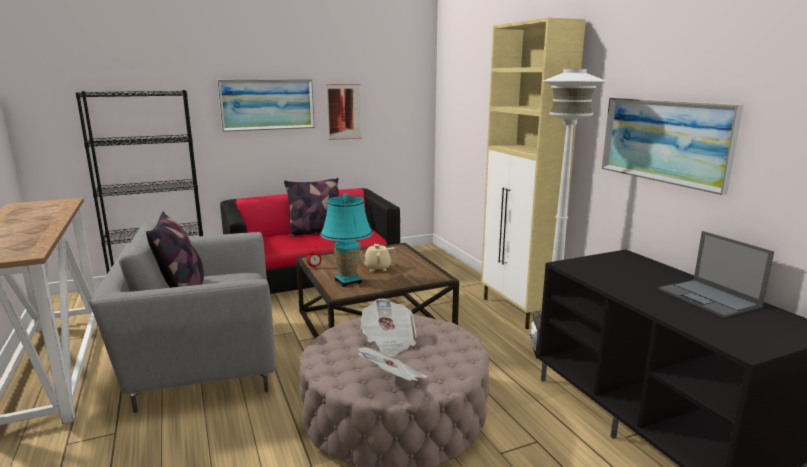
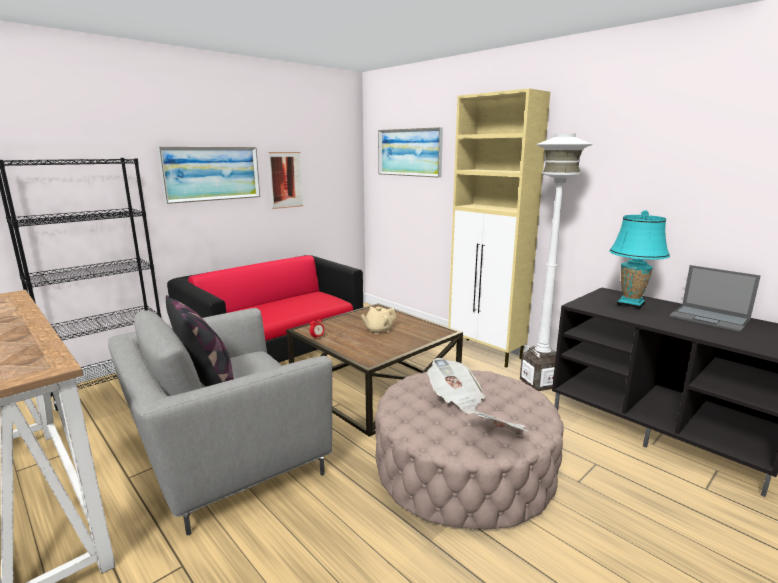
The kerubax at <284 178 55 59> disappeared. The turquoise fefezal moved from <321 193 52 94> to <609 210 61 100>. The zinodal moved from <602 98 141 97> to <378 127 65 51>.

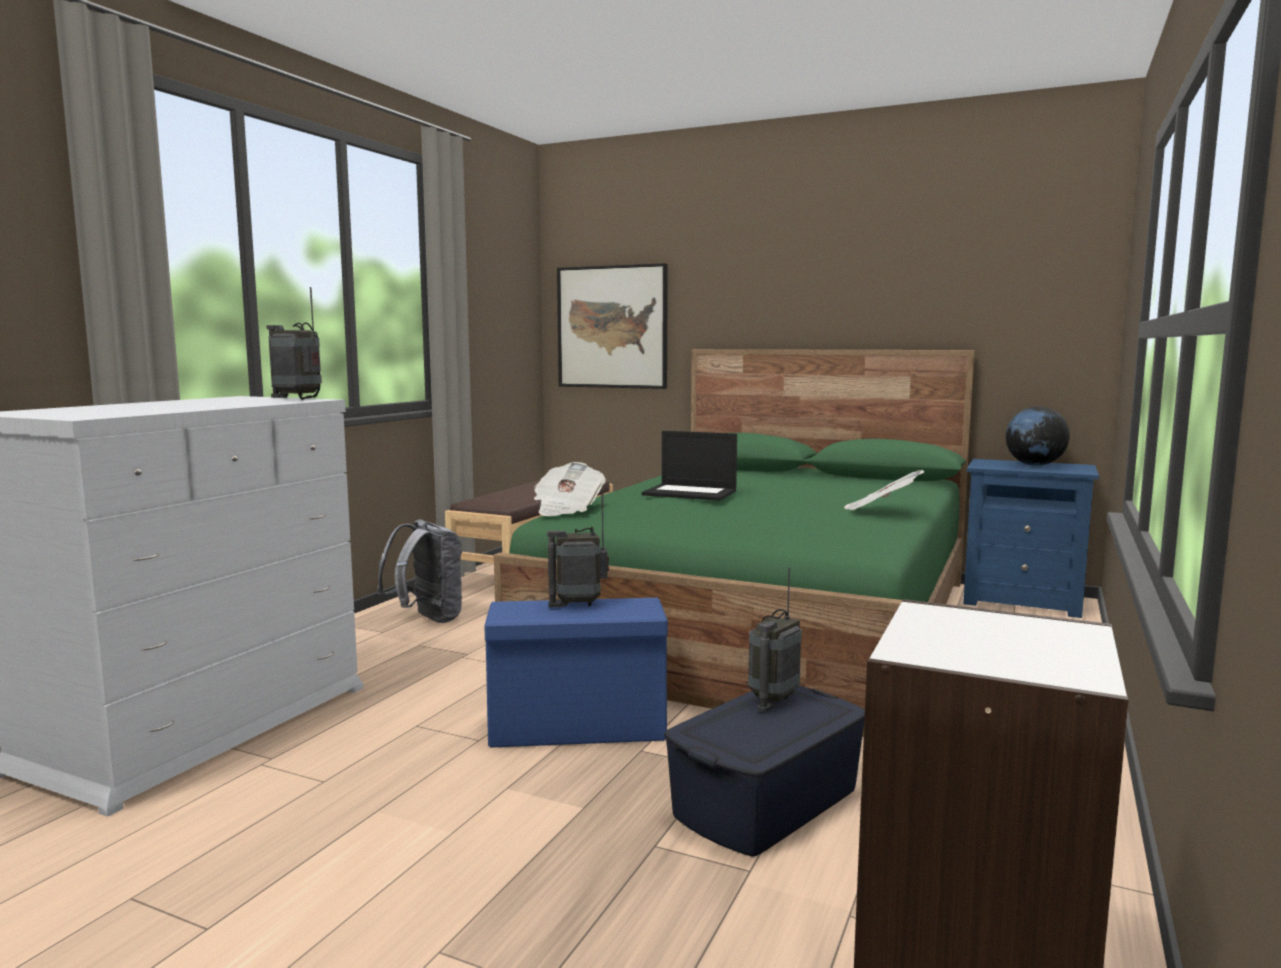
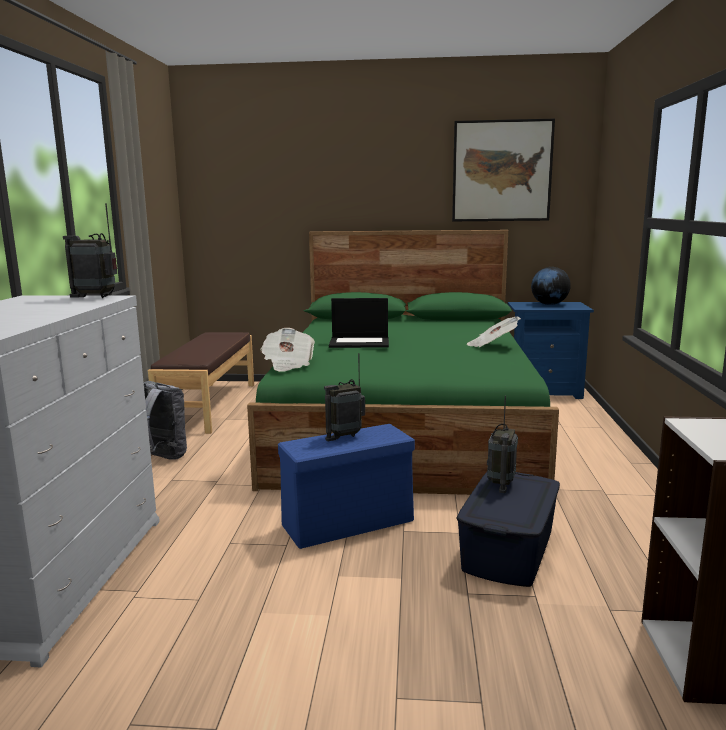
The zinodal moved from <557 263 111 126> to <452 119 103 102>.

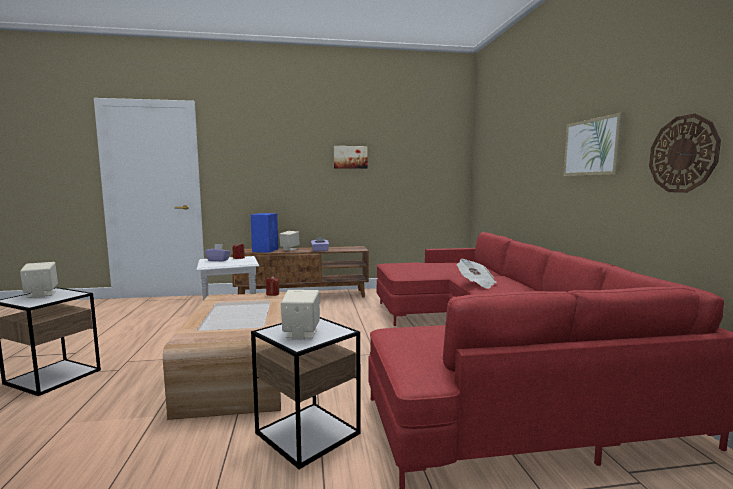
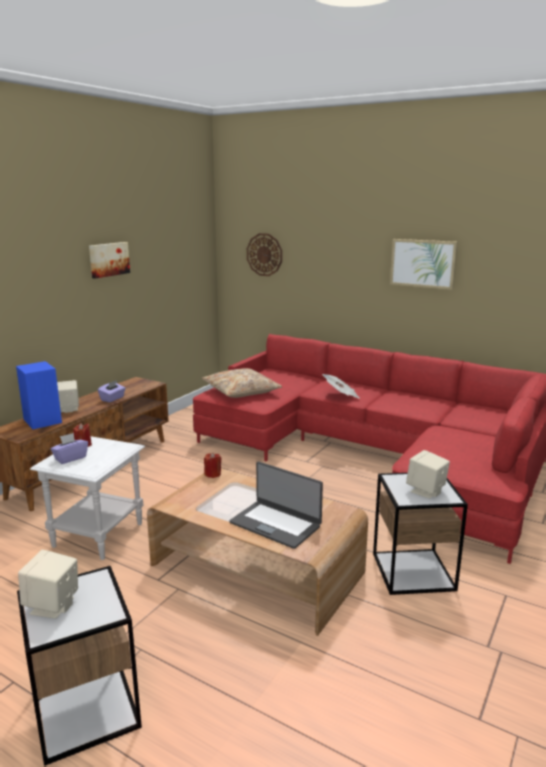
The beige kerubax at <202 368 81 30> appeared. The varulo at <229 461 94 88> appeared. The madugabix moved from <649 114 72 79> to <247 233 35 43>.

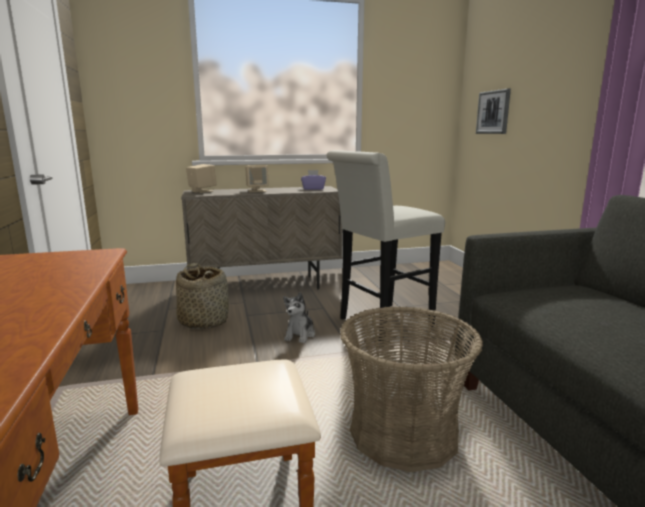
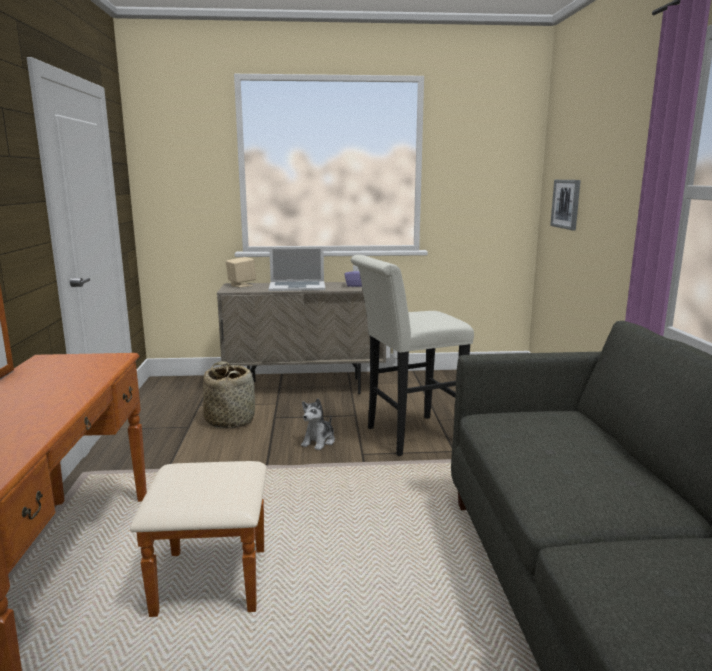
The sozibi at <340 306 143 166> disappeared. The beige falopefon at <245 165 24 27> was replaced by the varulo at <269 247 56 44>.

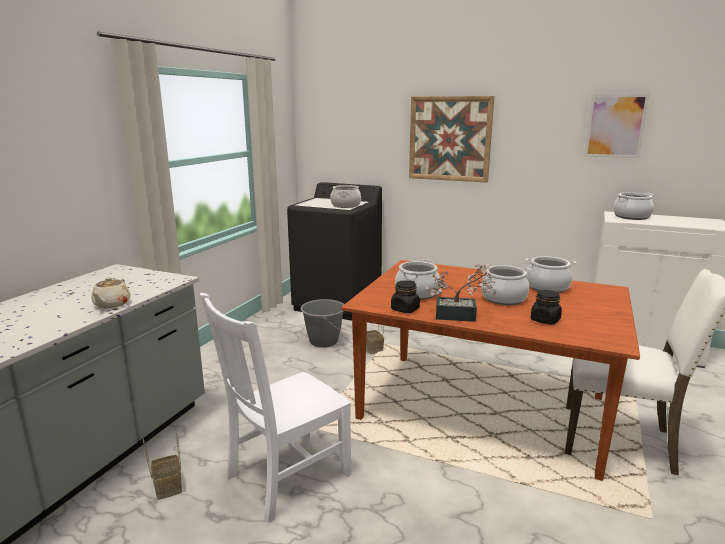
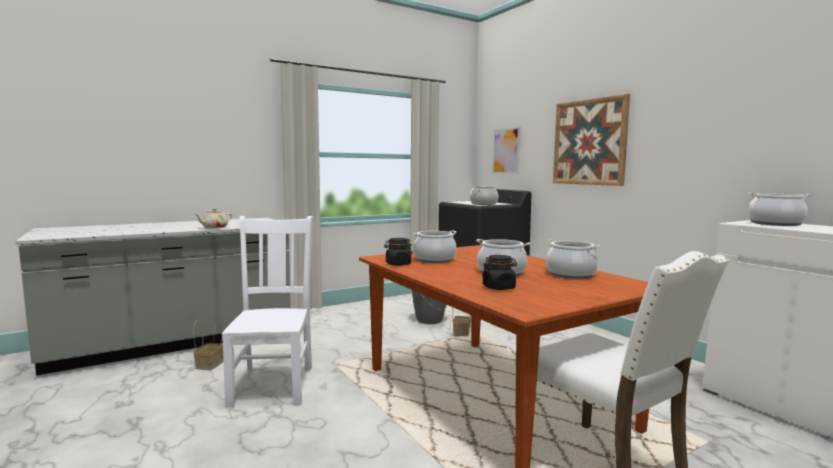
The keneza at <425 264 71 58> disappeared. The zinodal moved from <584 94 65 64> to <492 127 28 47>. The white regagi at <200 293 152 229> turned 90 degrees clockwise.

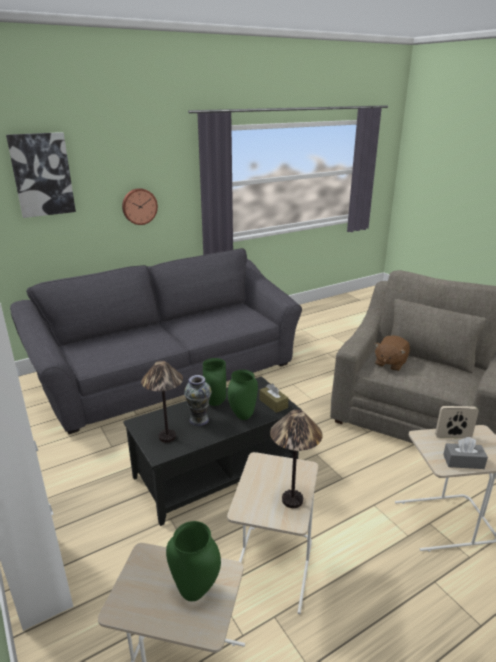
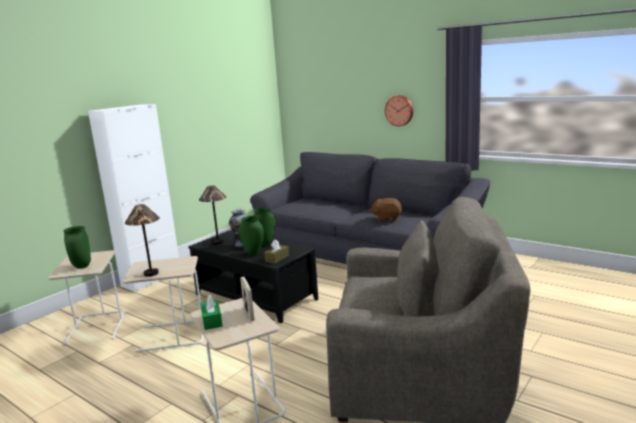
The zinodal at <6 132 70 86> disappeared. The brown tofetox moved from <375 336 35 35> to <370 198 33 24>. The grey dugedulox at <443 437 45 32> became the green dugedulox at <200 295 22 35>.

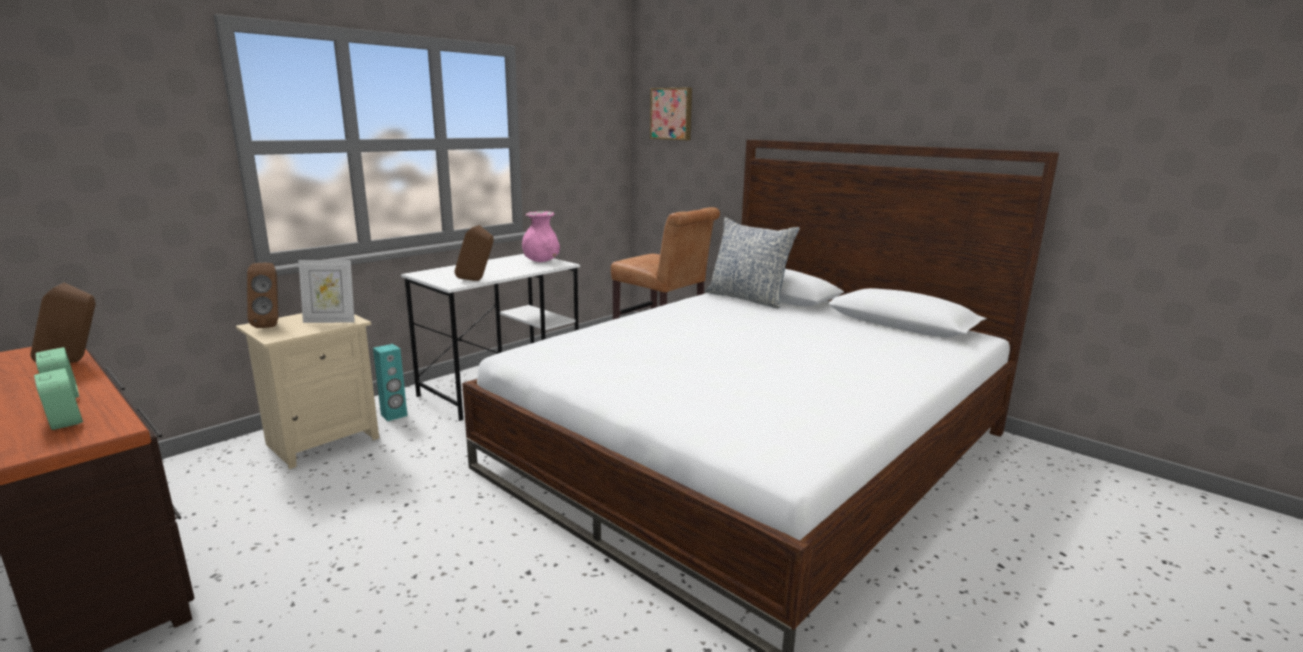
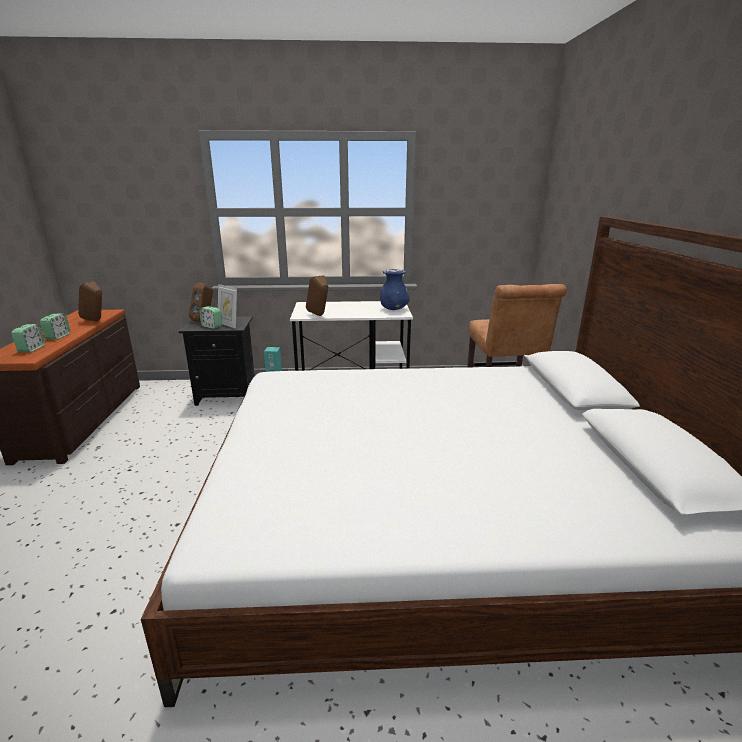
The zinodal at <650 87 42 53> disappeared. The kerubax at <705 217 95 92> disappeared. The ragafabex at <199 306 23 23> appeared. The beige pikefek at <236 313 143 156> became the black pikefek at <179 316 76 90>. The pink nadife at <522 211 38 51> became the blue nadife at <380 269 30 41>.

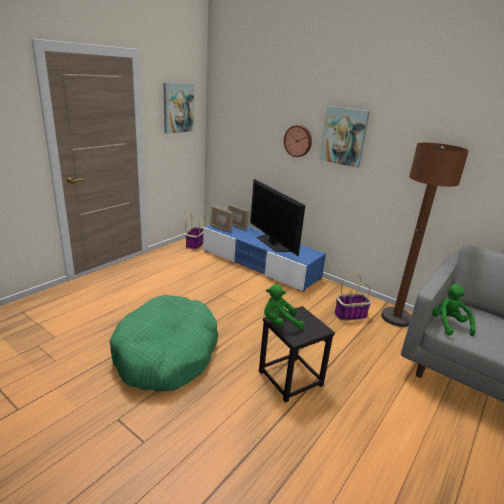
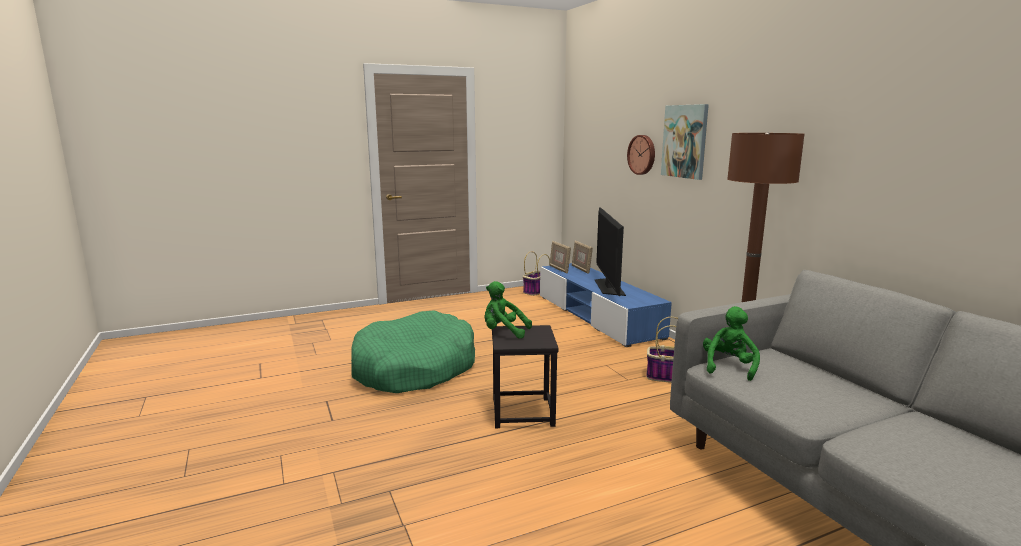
The zinodal at <163 83 31 51> disappeared.

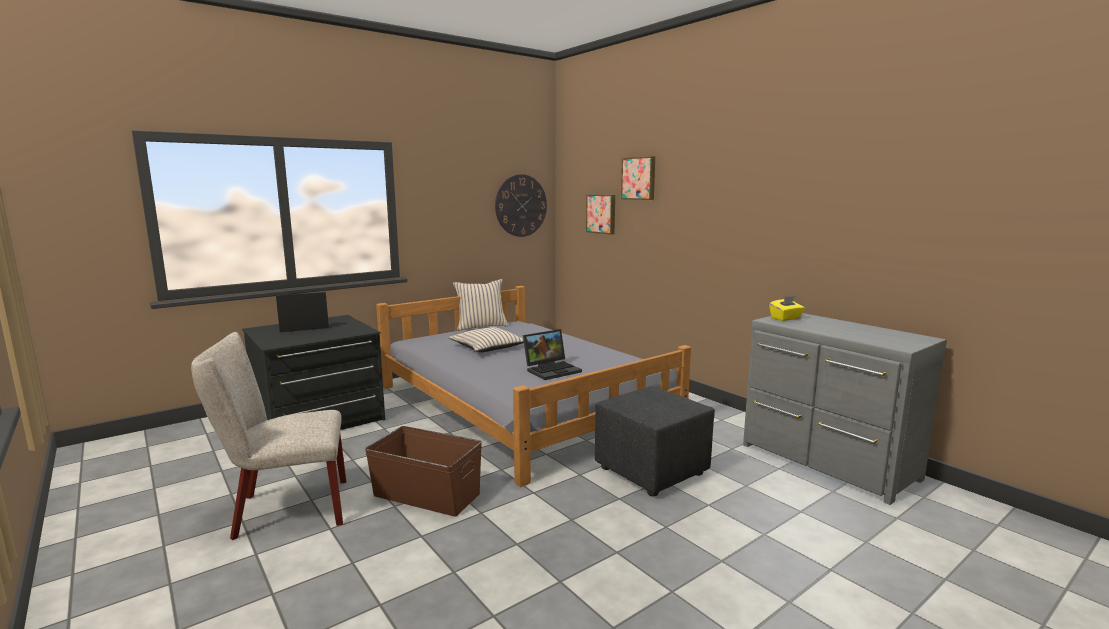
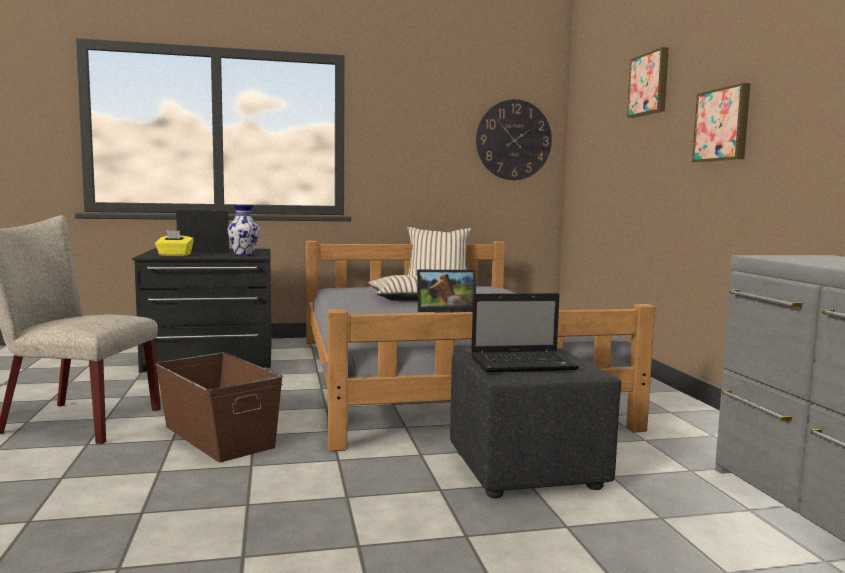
The nadife at <227 205 33 51> appeared. The varulo at <471 293 108 79> appeared. The zinodal moved from <586 194 29 41> to <692 83 58 80>. The yellow dugedulox moved from <769 296 36 25> to <155 230 39 26>.

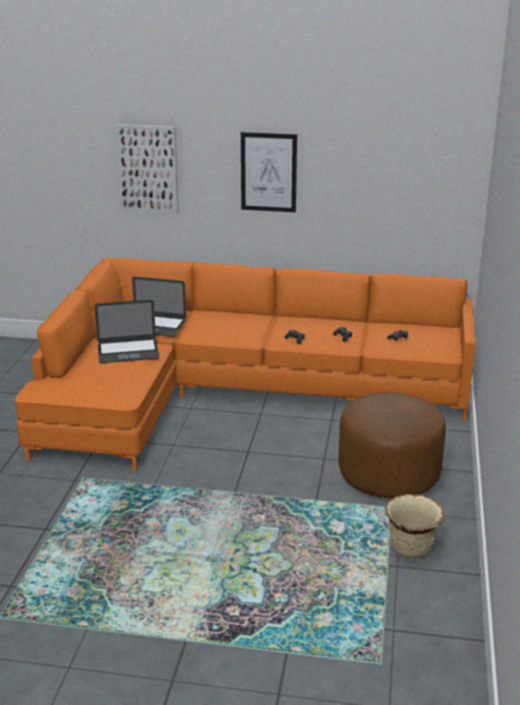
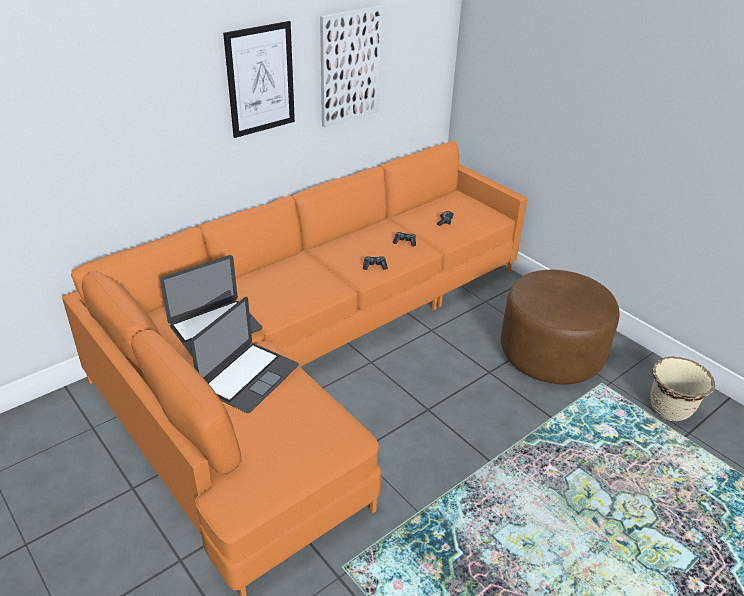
The zinodal moved from <116 124 63 90> to <320 6 62 122>.

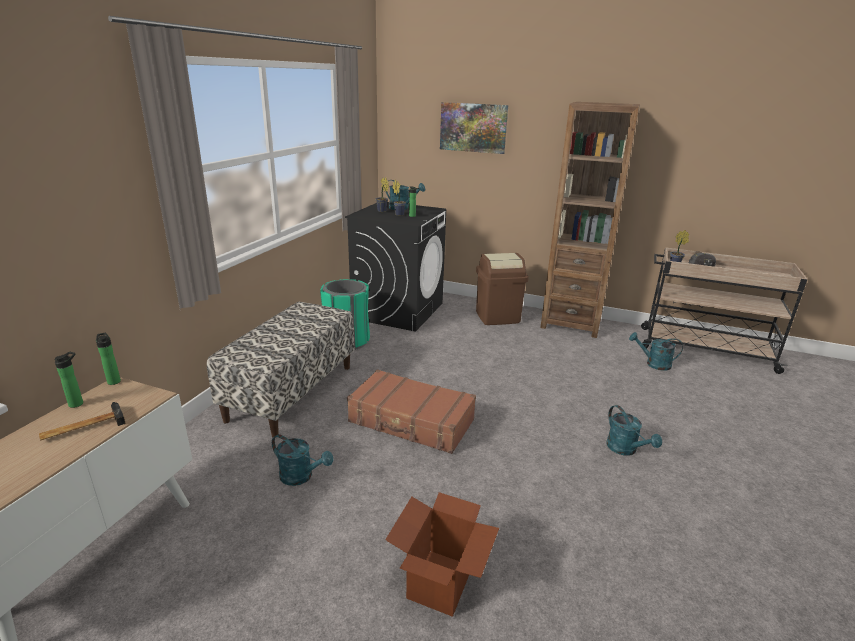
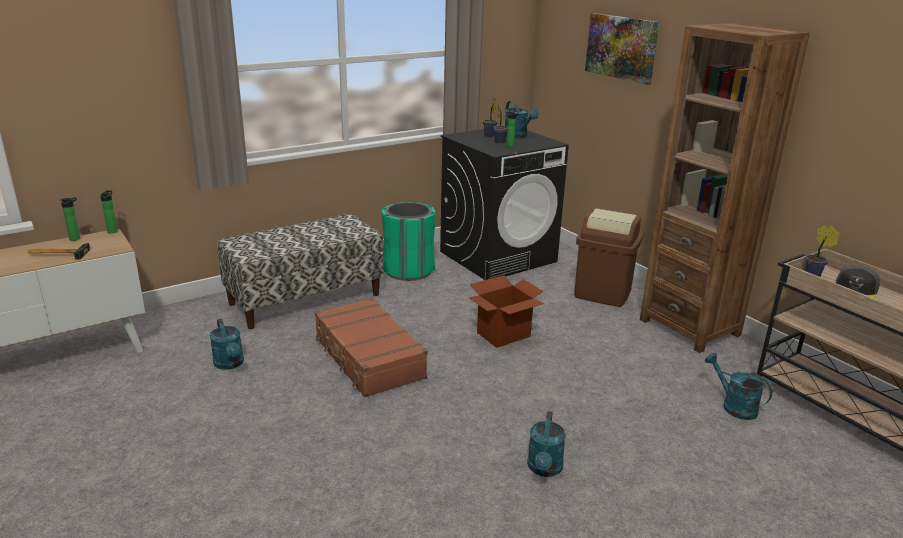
The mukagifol moved from <385 492 114 125> to <468 275 76 73>.

